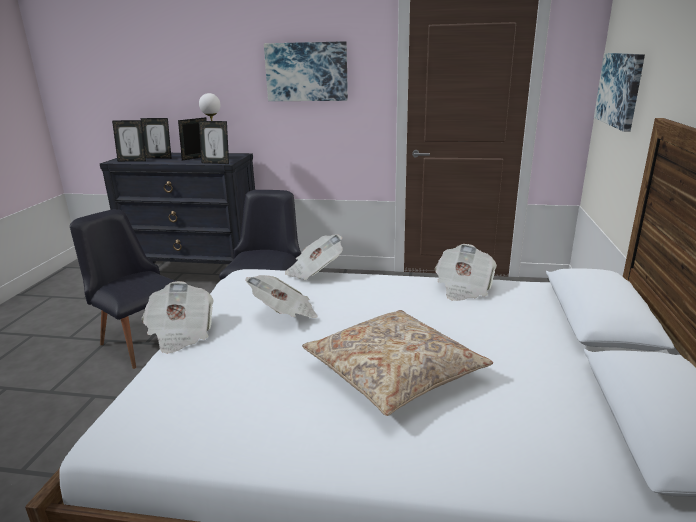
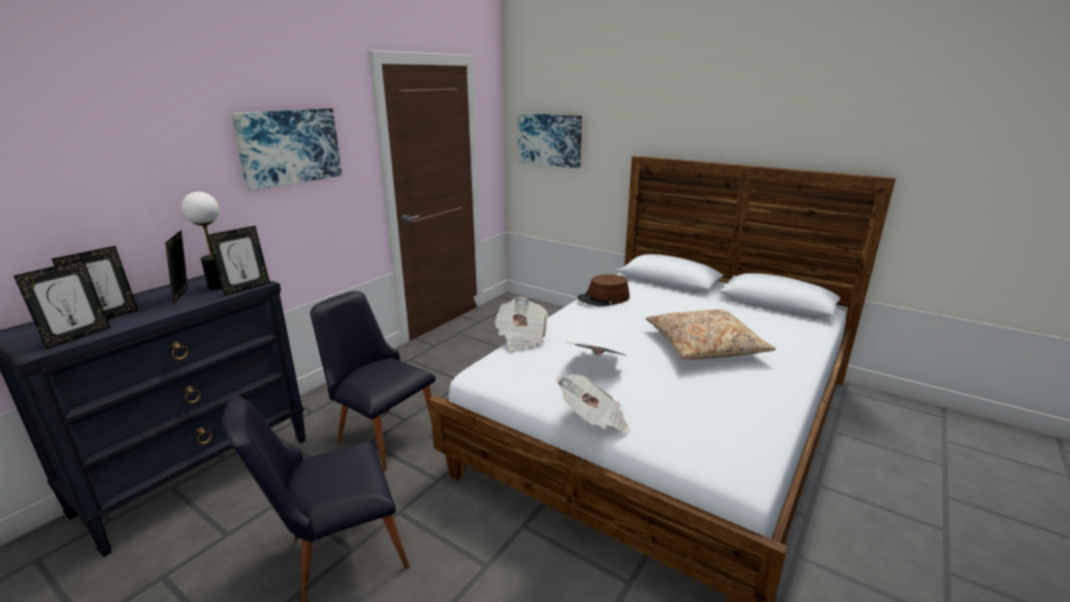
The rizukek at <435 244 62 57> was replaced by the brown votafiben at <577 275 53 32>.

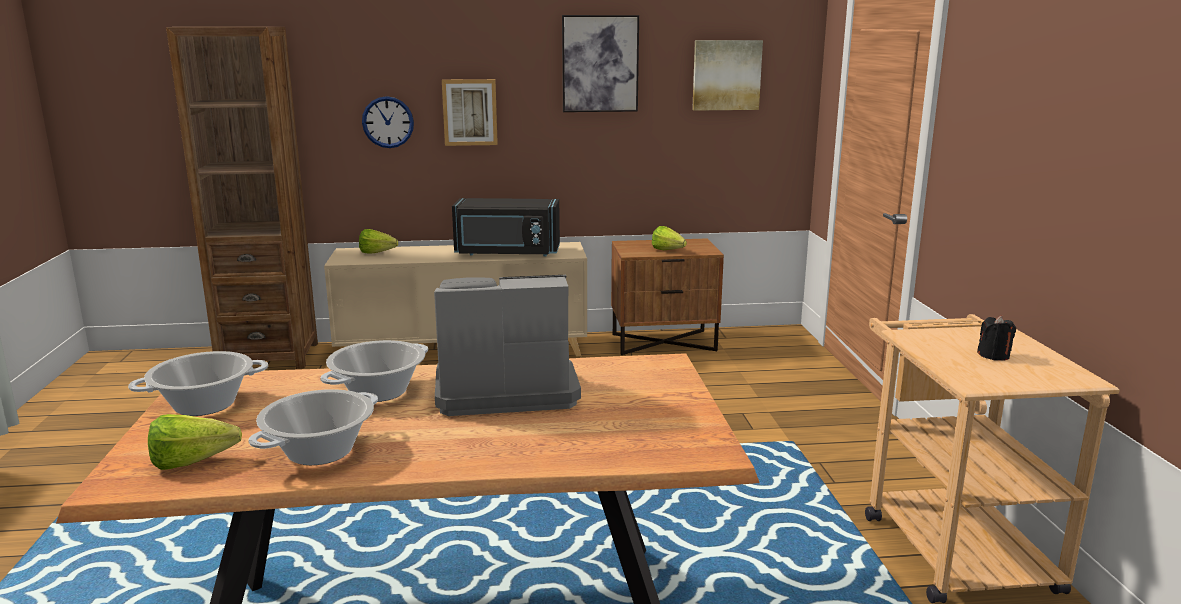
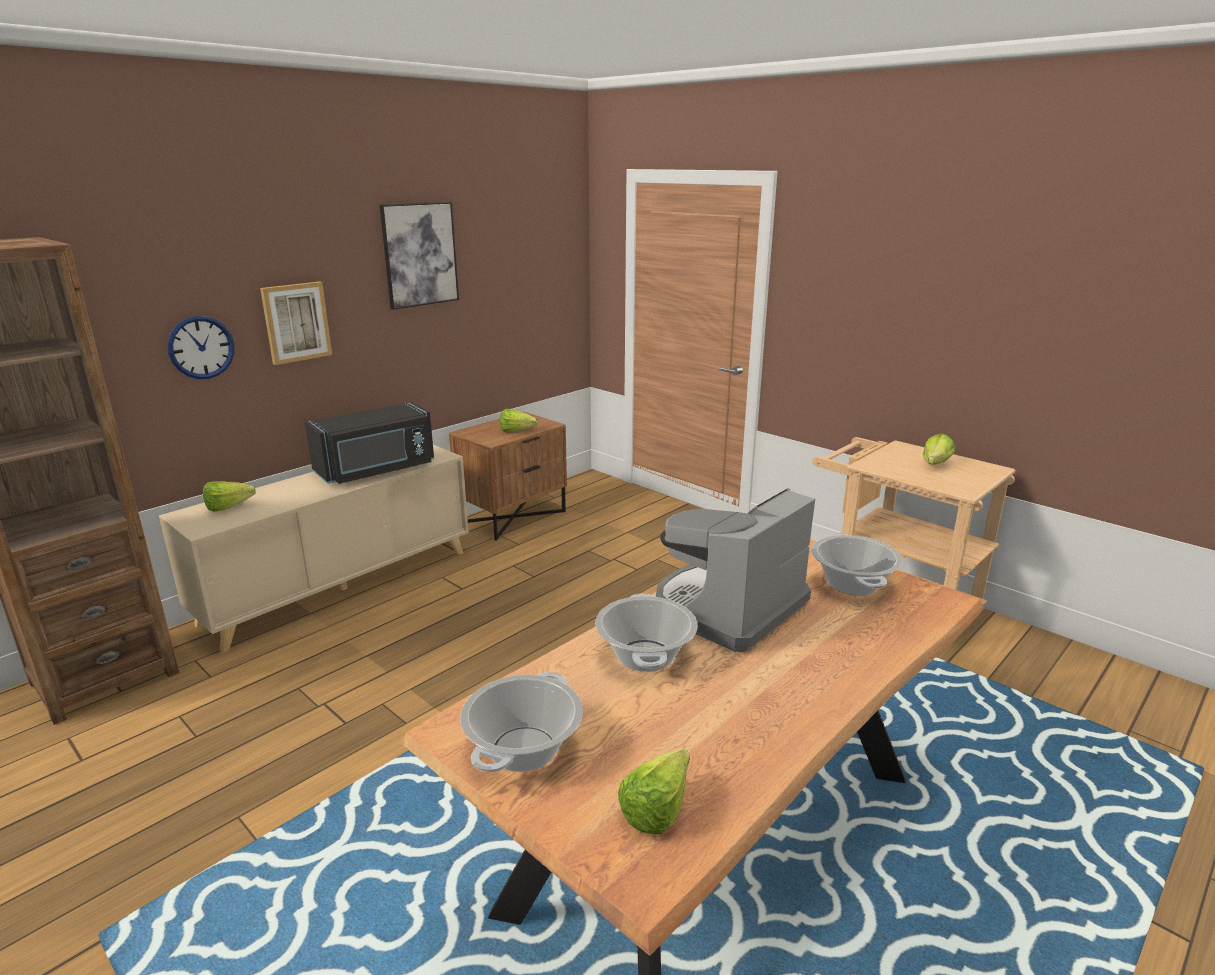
The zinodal at <692 40 71 71> disappeared. The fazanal moved from <248 389 130 76> to <812 534 91 62>. The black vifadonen at <977 316 39 45> was replaced by the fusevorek at <923 434 32 31>.

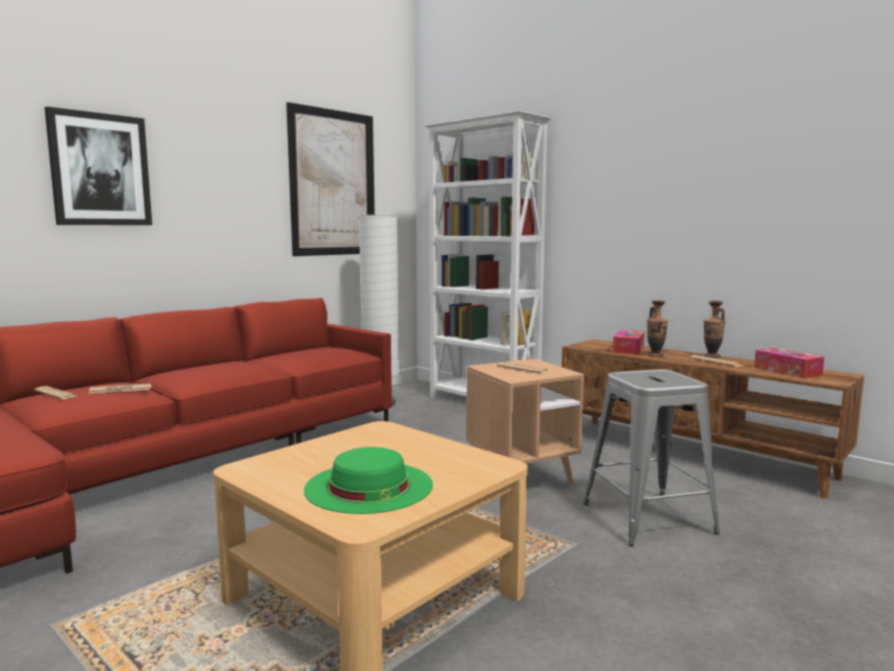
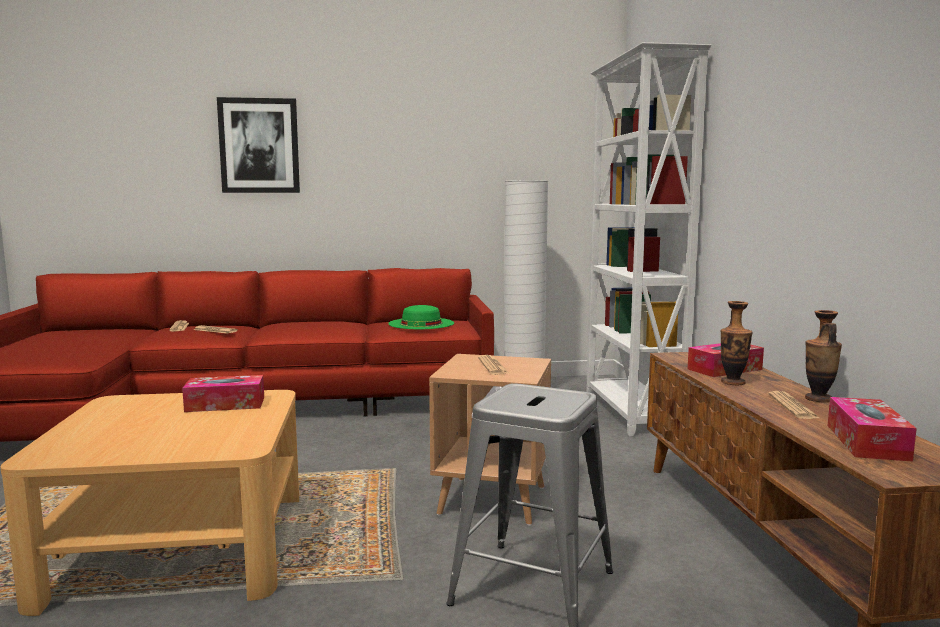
The zinodal at <286 102 89 154> disappeared. The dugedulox at <182 375 82 37> appeared. The green votafiben moved from <304 447 129 67> to <388 305 66 24>.

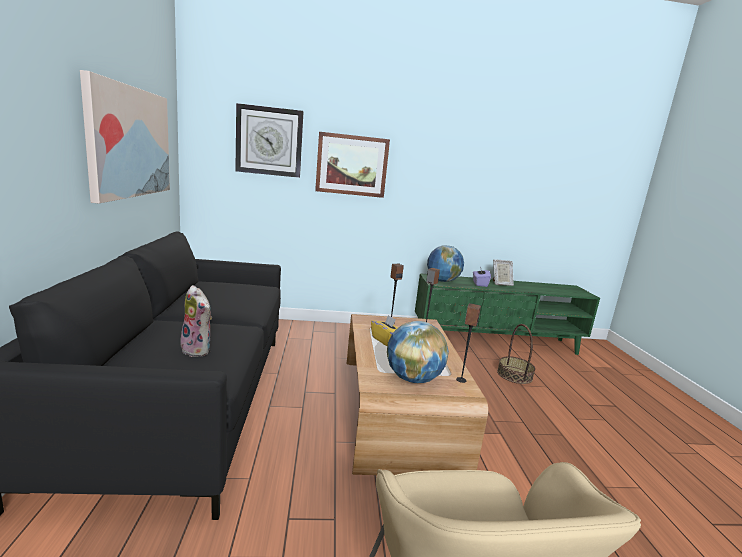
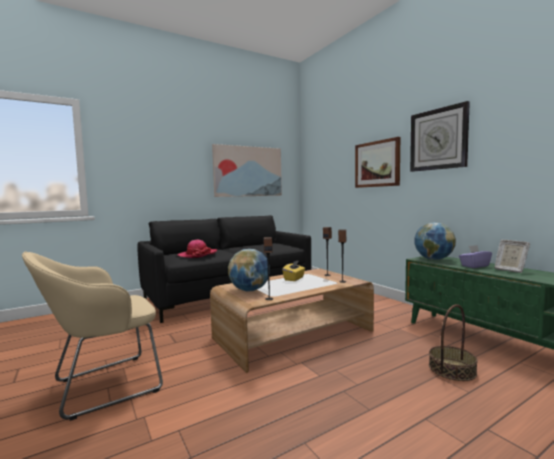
The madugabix moved from <235 103 69 75> to <410 101 60 71>. The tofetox at <180 285 32 72> was replaced by the votafiben at <178 240 39 18>.

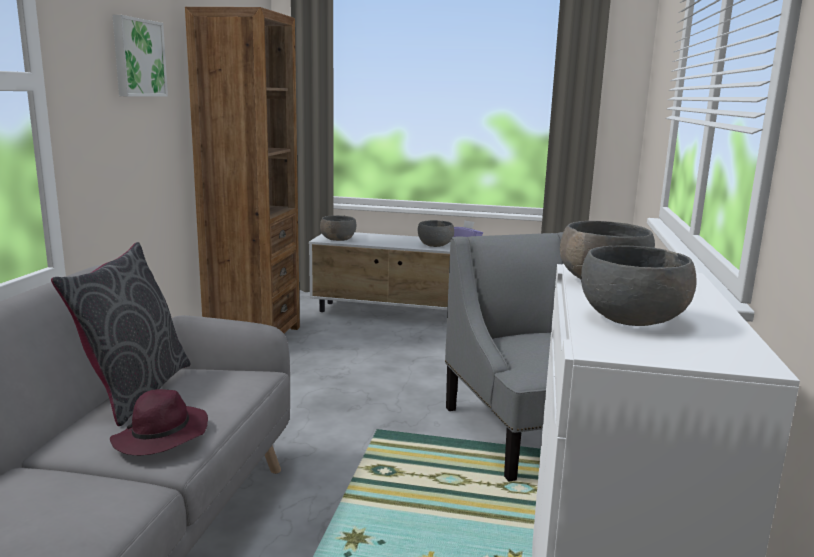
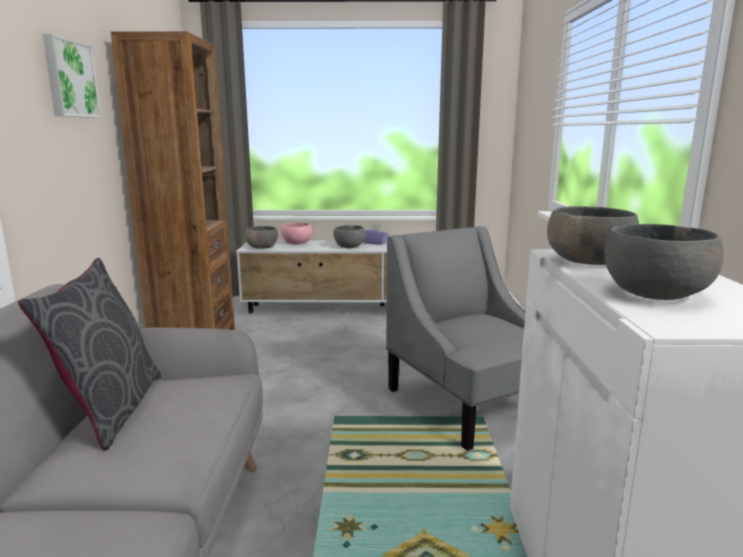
The purple votafiben at <110 389 98 66> disappeared. The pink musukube at <281 222 31 23> appeared.

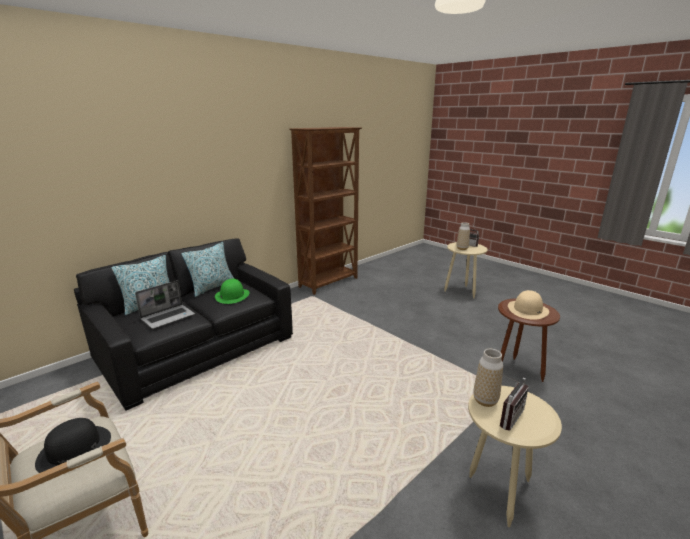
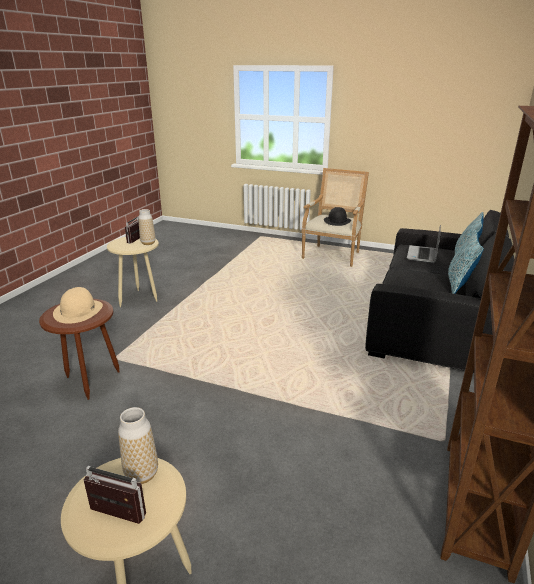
The green votafiben at <215 279 34 25> disappeared.

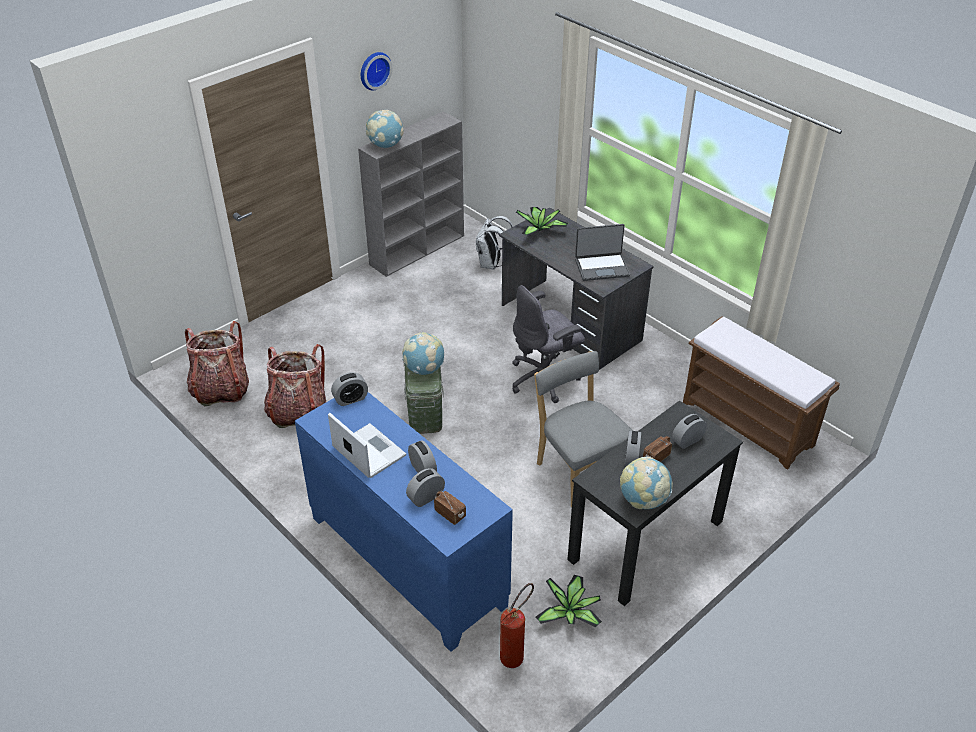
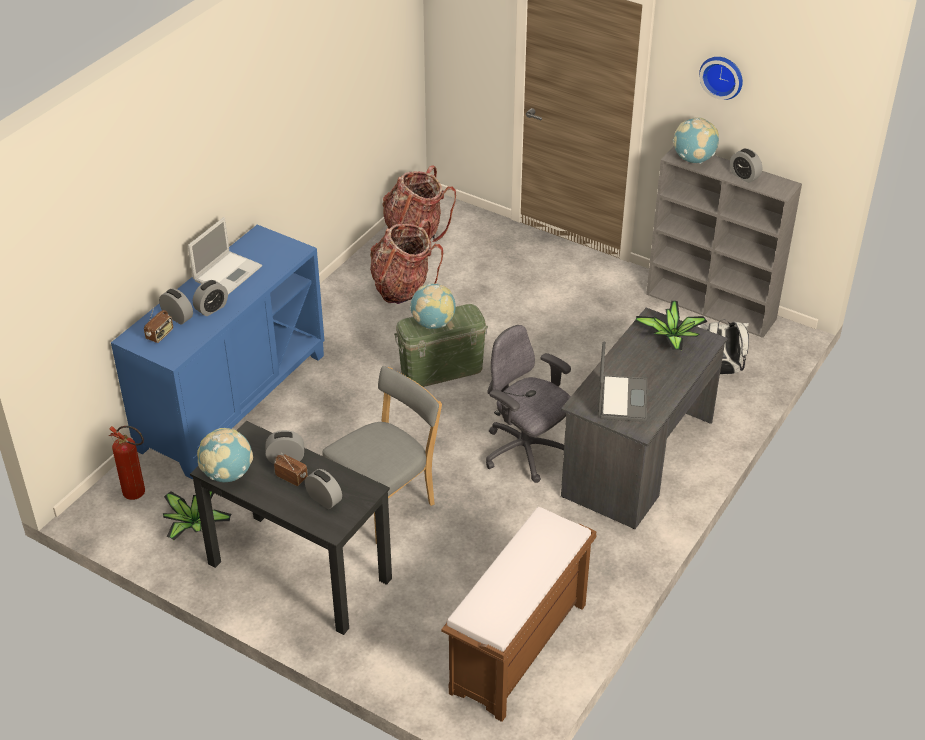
The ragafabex moved from <331 372 37 34> to <730 148 32 35>. The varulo at <575 224 55 57> turned 150 degrees counterclockwise.

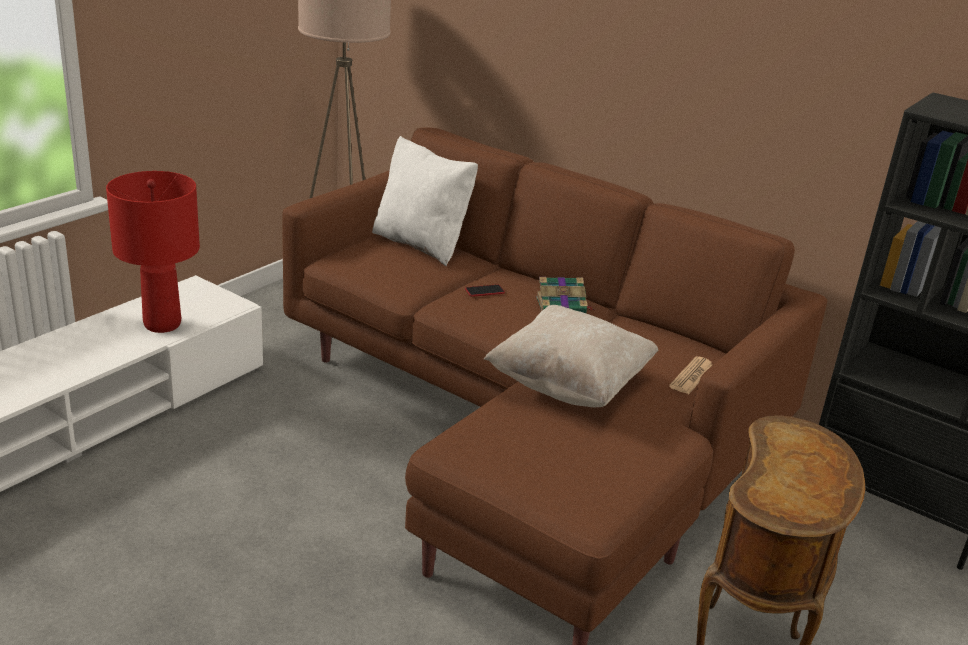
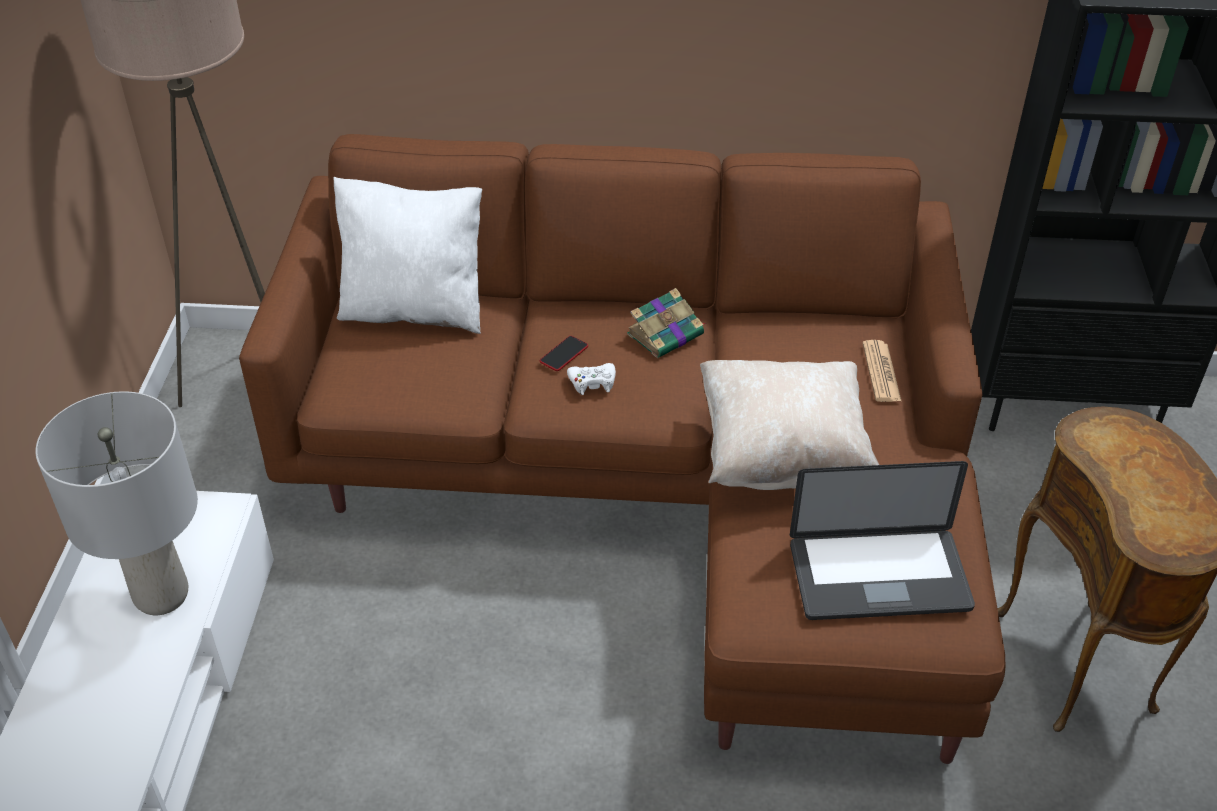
The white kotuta at <567 363 49 32> appeared. The varulo at <790 461 185 159> appeared. The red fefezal at <106 171 94 162> became the grey fefezal at <35 391 163 224>.

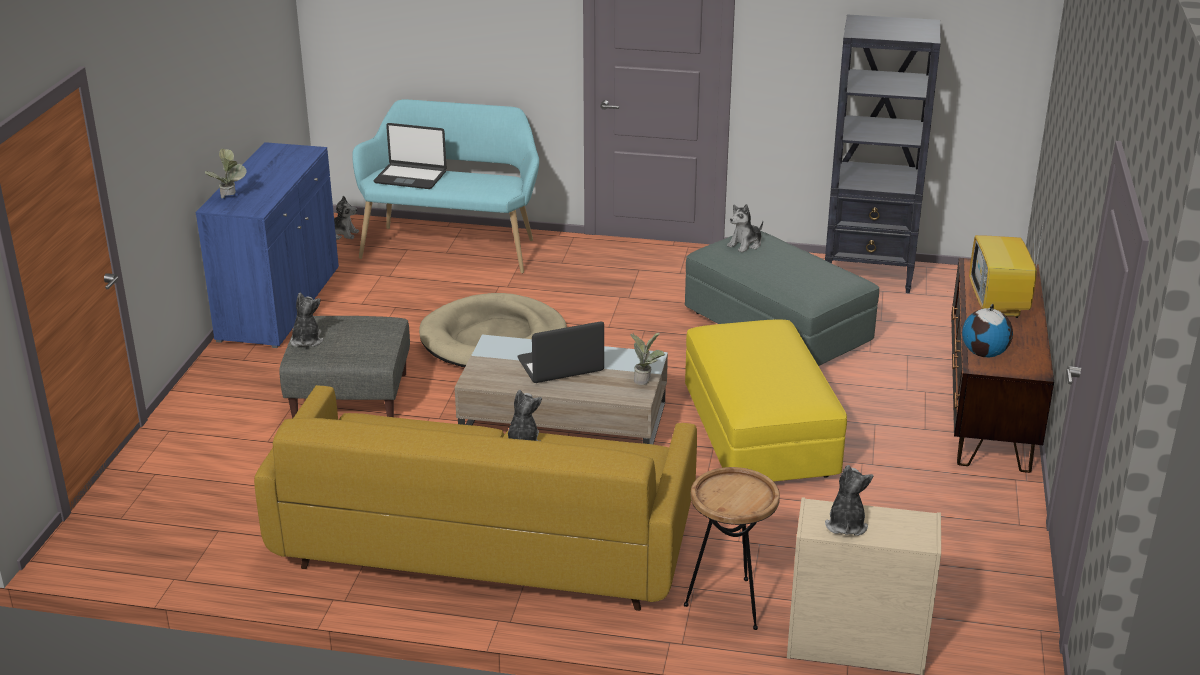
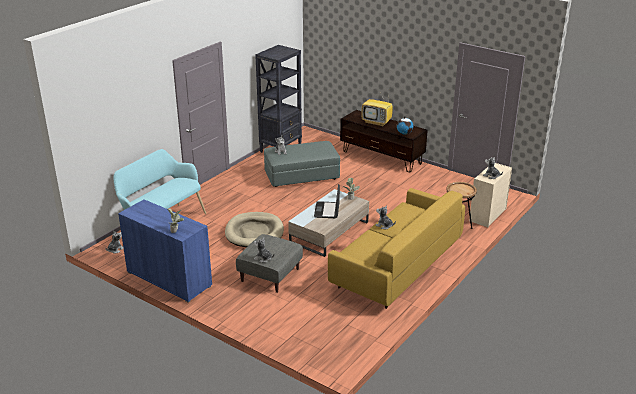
The varulo at <374 123 73 66> disappeared. The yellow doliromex at <685 320 162 162> disappeared.

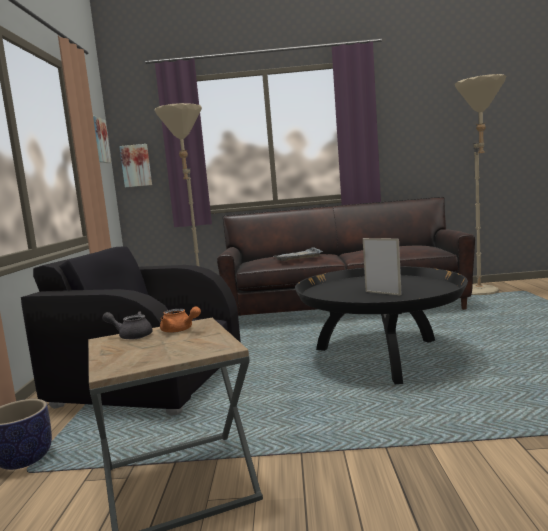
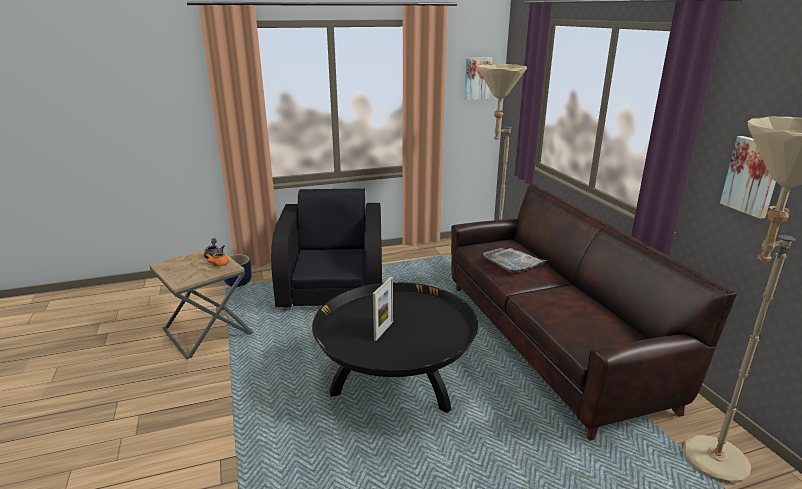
The zinodal moved from <119 144 33 43> to <720 136 56 83>.

